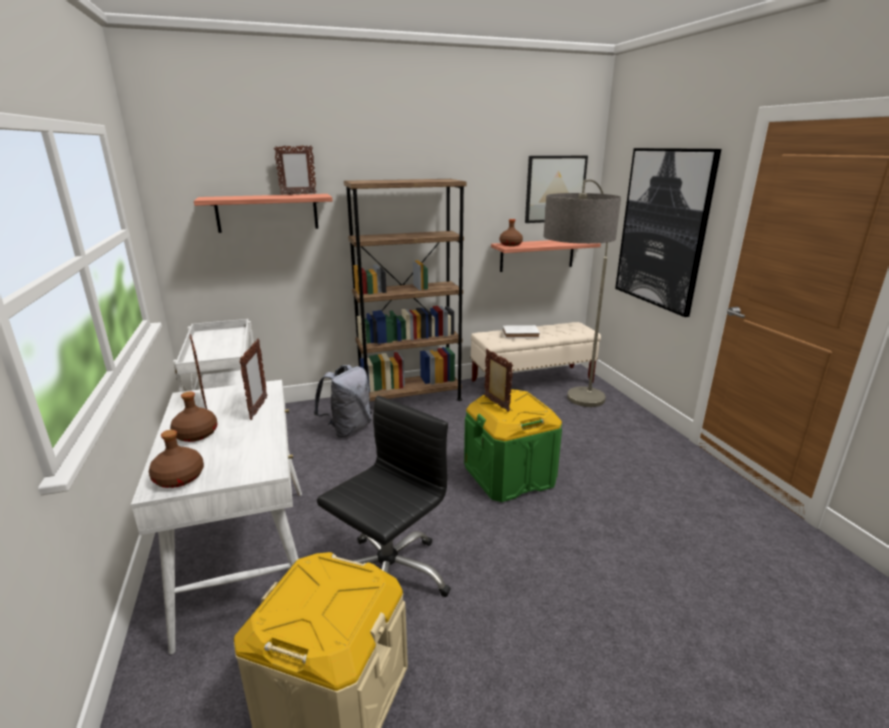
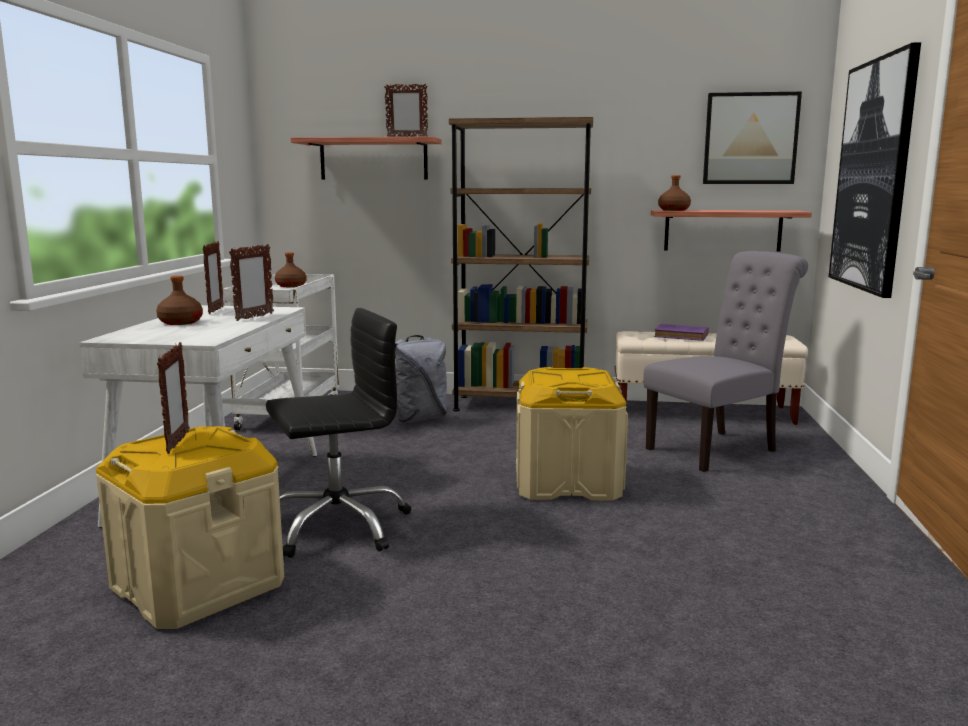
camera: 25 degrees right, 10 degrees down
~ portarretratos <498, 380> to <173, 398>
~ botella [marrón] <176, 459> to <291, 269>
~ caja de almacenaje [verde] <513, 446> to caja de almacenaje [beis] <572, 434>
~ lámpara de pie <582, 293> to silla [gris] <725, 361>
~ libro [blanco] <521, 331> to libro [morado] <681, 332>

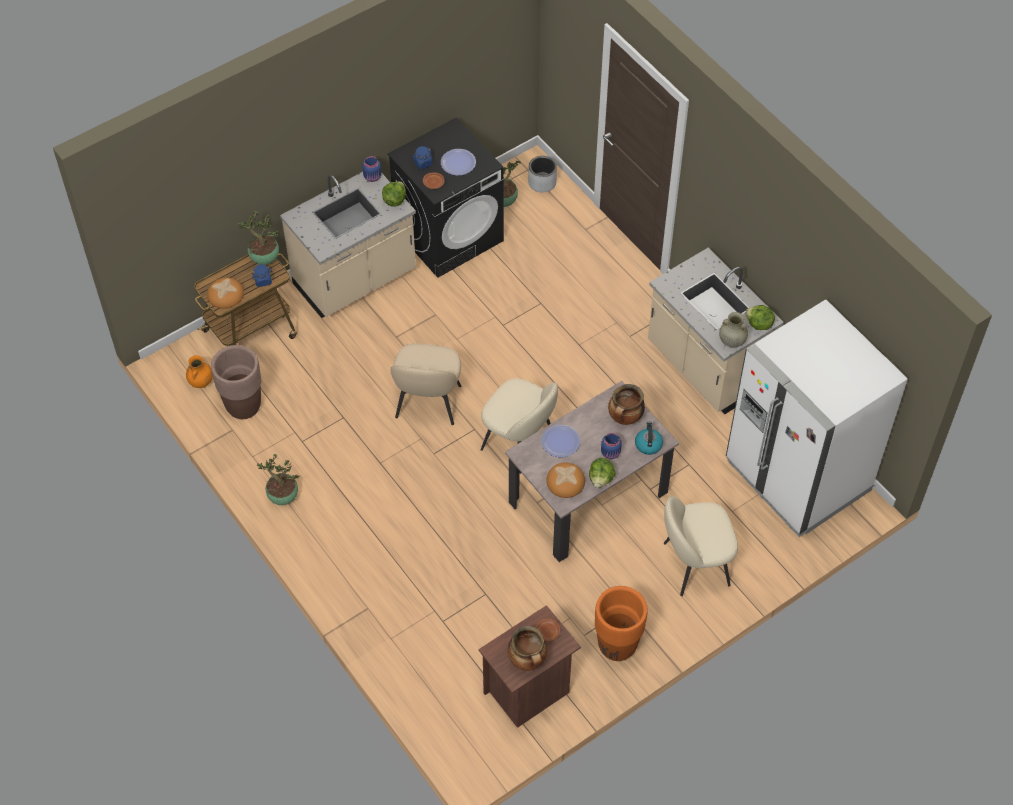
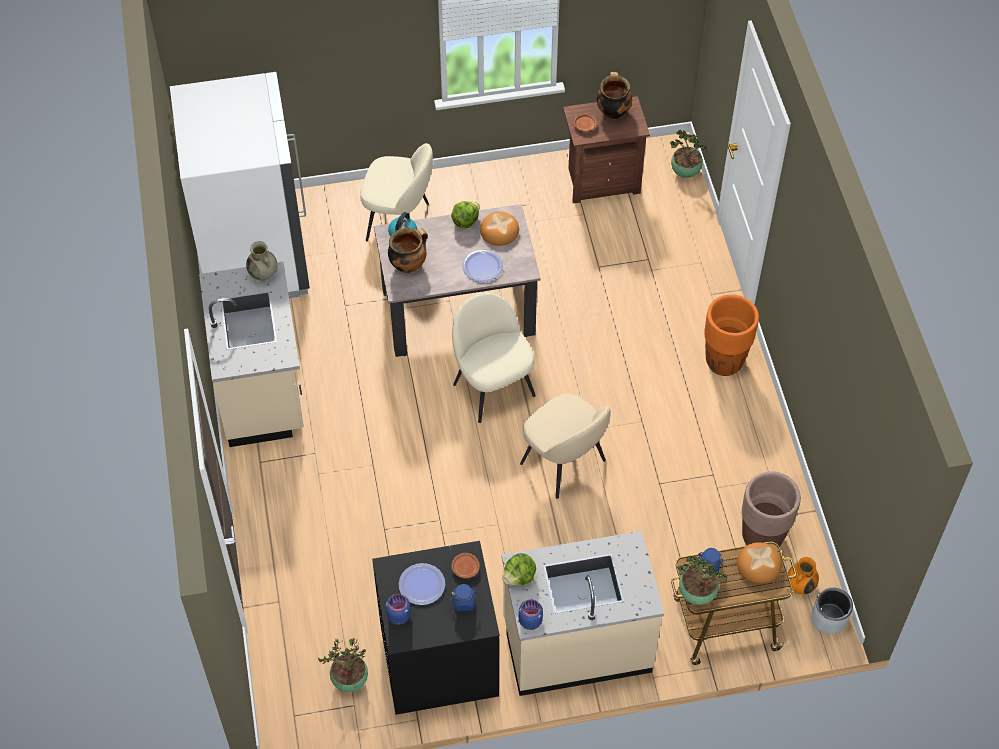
camera: 155 degrees left, 0 degrees up
~ tarro [azul] <611, 446> to <398, 609>
~ silla [beis] <426, 384> = <565, 446> 105 degrees clockwise
~ planta en maceta <278, 479> to <689, 154>
~ maceta [naranja] <621, 623> to <731, 335>
~ maceta [gris] <542, 174> to <832, 610>
- lechuga <760, 317>

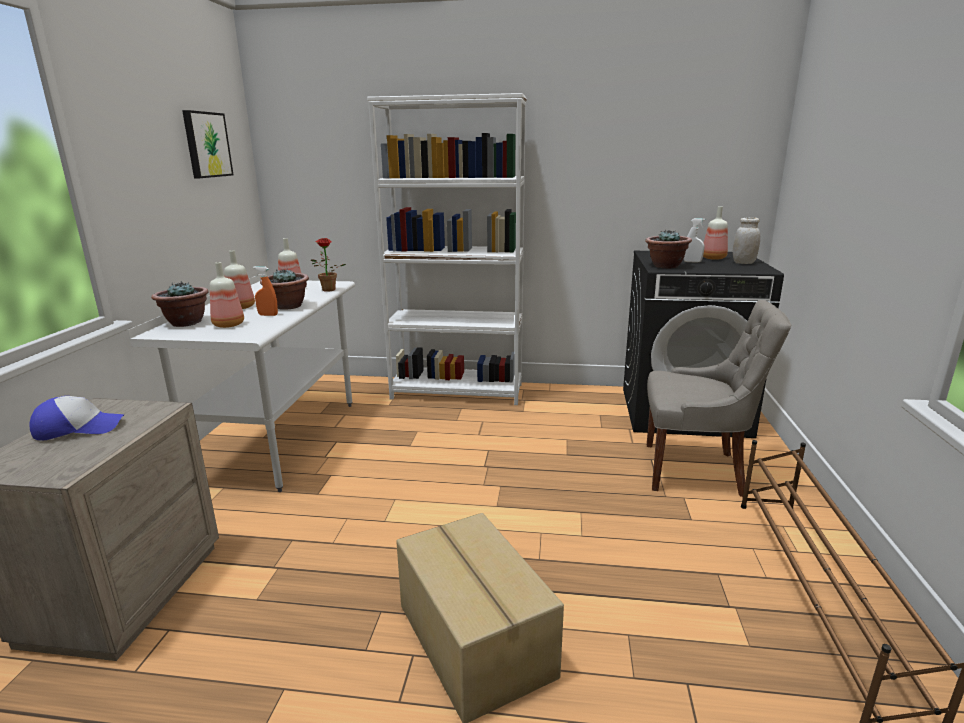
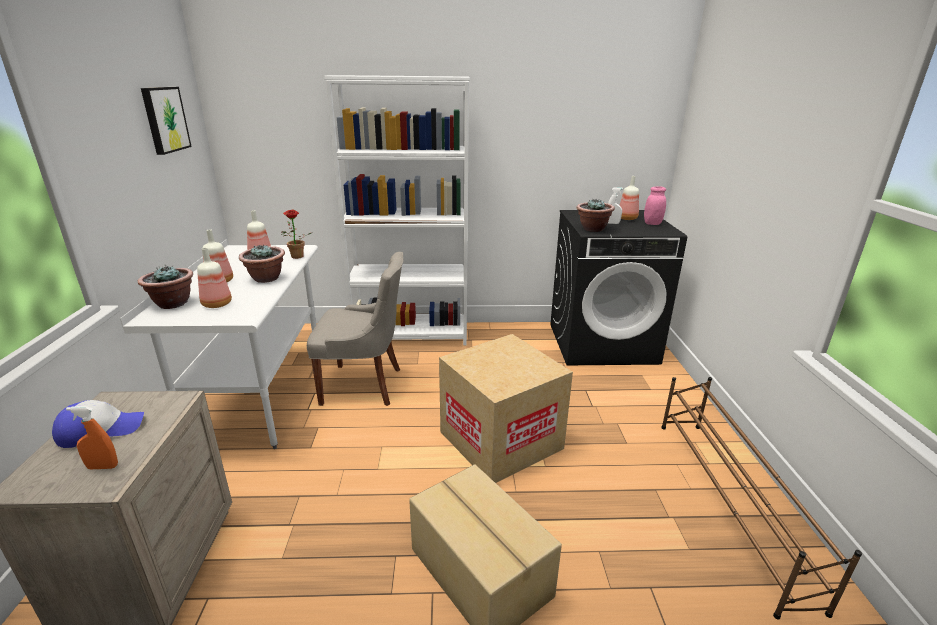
camera: 10 degrees left, 5 degrees up
~ pulverizador [naranja] <265, 291> to <92, 437>
~ silla [gris] <719, 398> to <355, 329>
+ caja de cartón <506, 408>
~ tarro [blanco] <746, 240> to tarro [rosa] <655, 205>

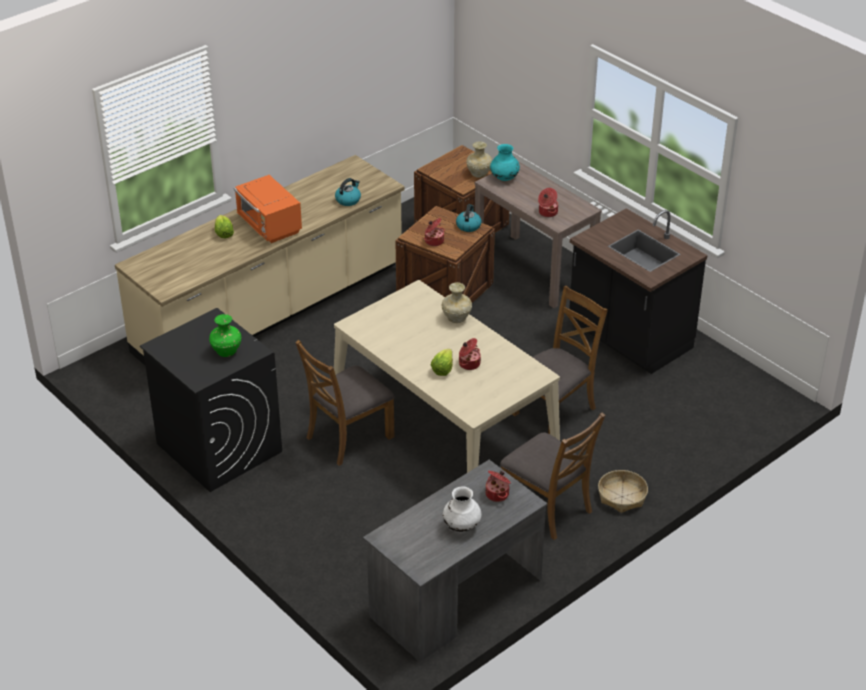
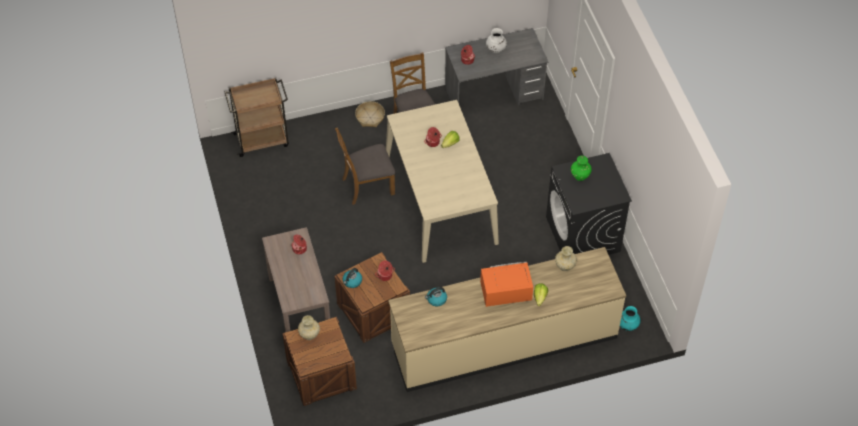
camera: 155 degrees left, 15 degrees up
+ carrito [marrón] <257, 117>
~ microondas [naranja] <268, 209> = <506, 284> 90 degrees counterclockwise
~ florero [beis] <457, 302> to <566, 258>
~ florero [turquesa] <505, 162> to <630, 318>
- silla [marrón] <345, 403>
- mueble bajo de cocina [negro] <638, 291>

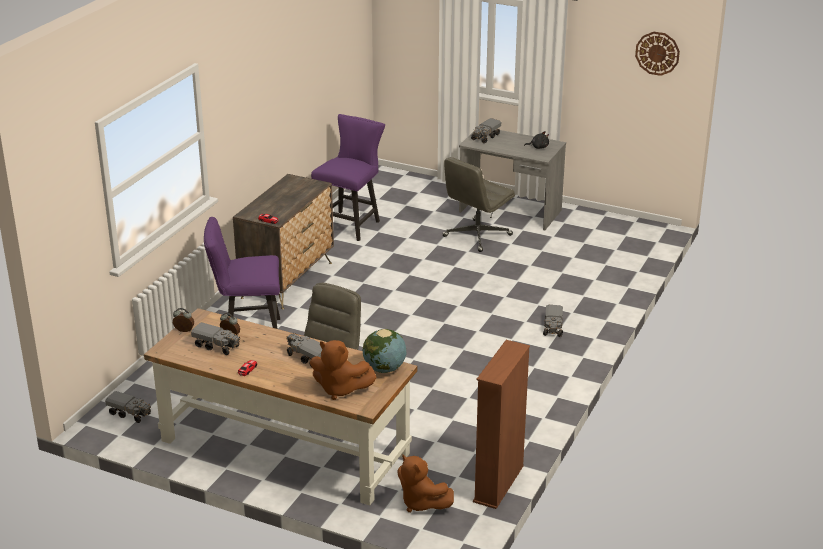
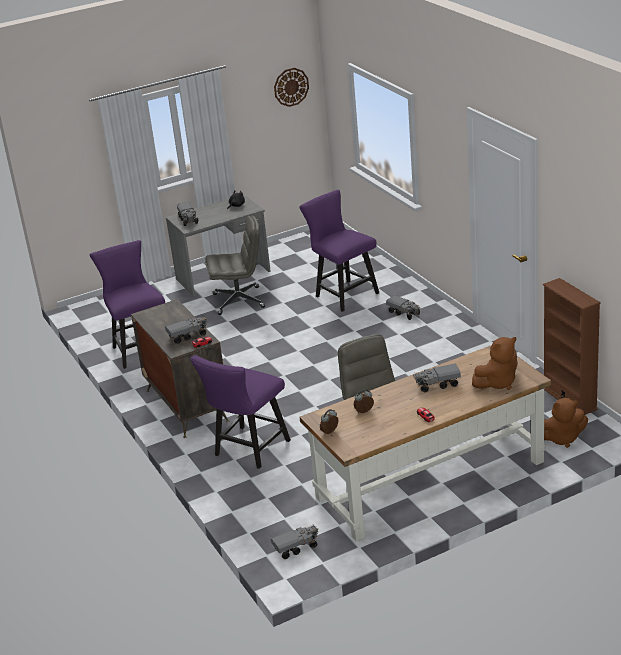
camera: 50 degrees left, 0 degrees up
~ camión de juguete <215, 338> to <186, 330>
~ silla de oficina [gris] <478, 204> = <235, 265> 90 degrees counterclockwise
+ silla [morado] <339, 251>
- globo terráqueo <384, 351>

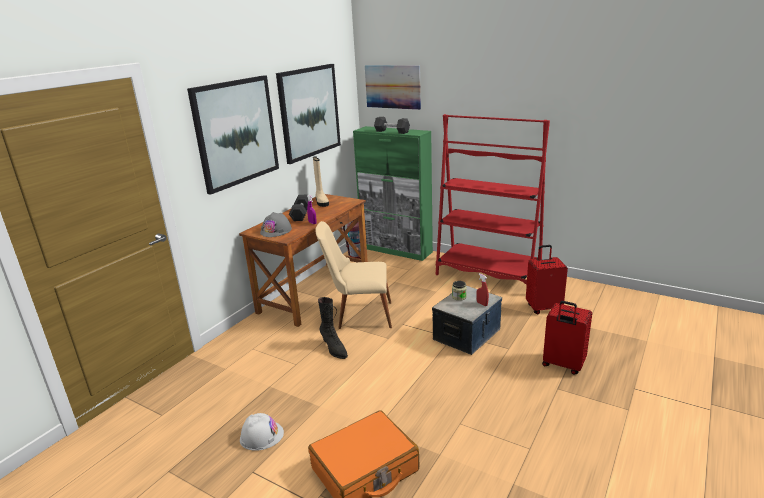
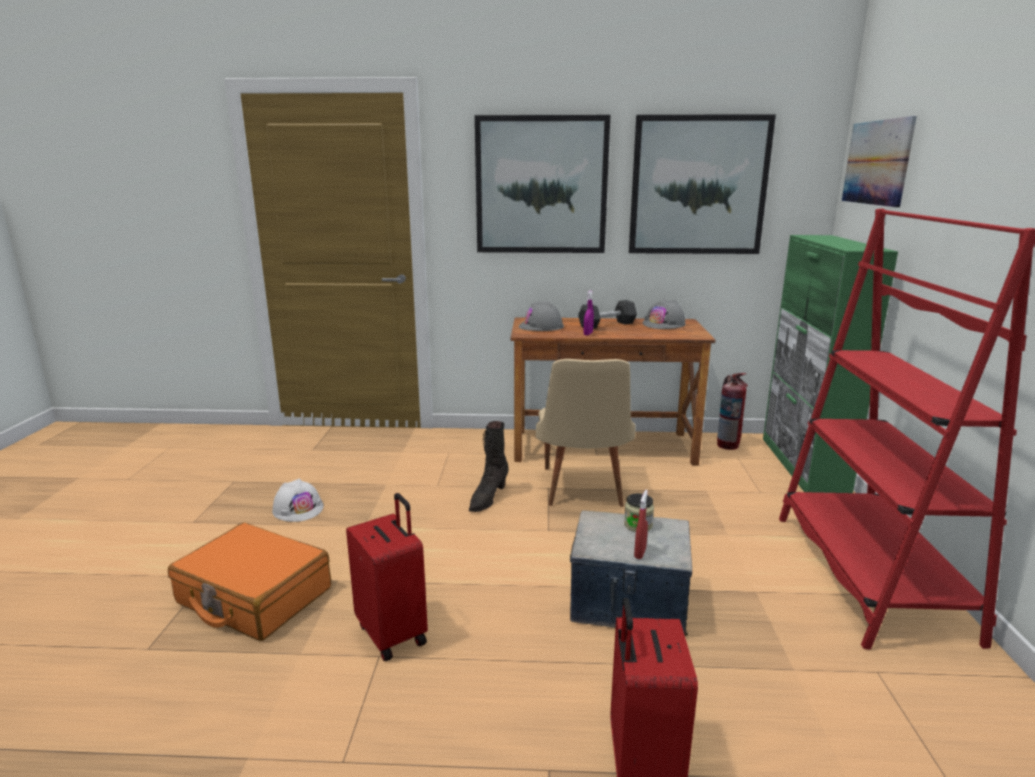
camera: 60 degrees right, 5 degrees down
~ maleta [rojo] <547, 279> to <387, 577>
~ silla [beis] <353, 275> = <586, 433> 150 degrees counterclockwise
~ bota [beis] <321, 181> to casco [gris] <664, 314>
- mancuerna [negro] <392, 125>

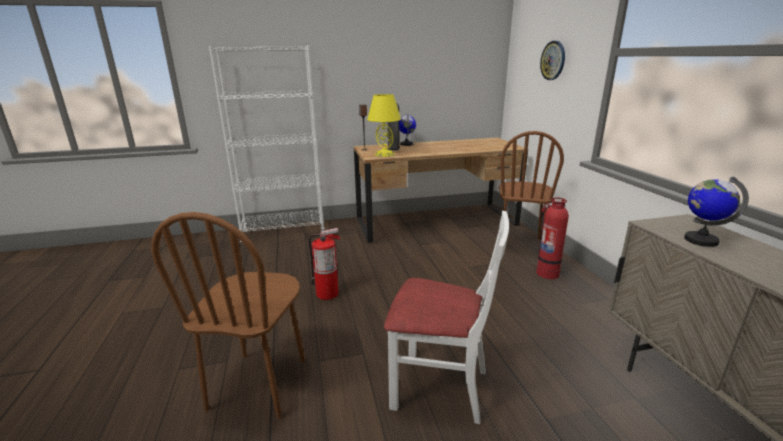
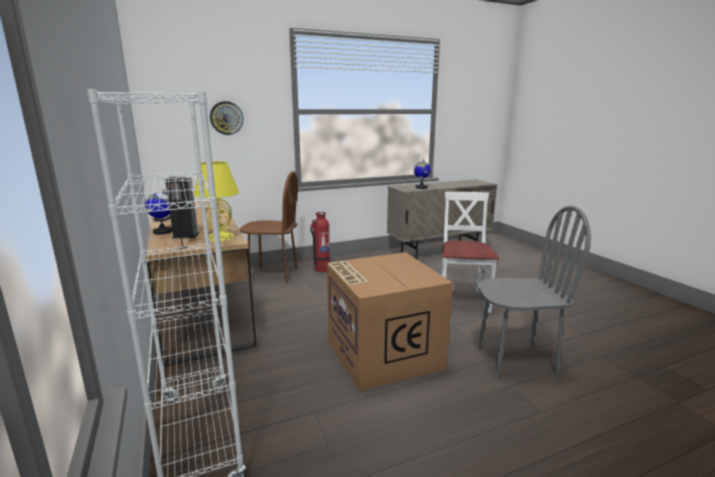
camera: 100 degrees left, 5 degrees down
~ extintor <325, 264> to caja de cartón <390, 322>
~ silla [marrón] <228, 315> to silla [gris] <534, 292>

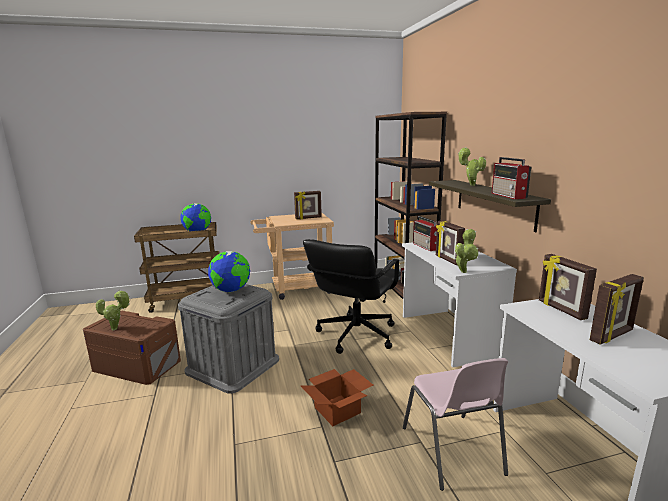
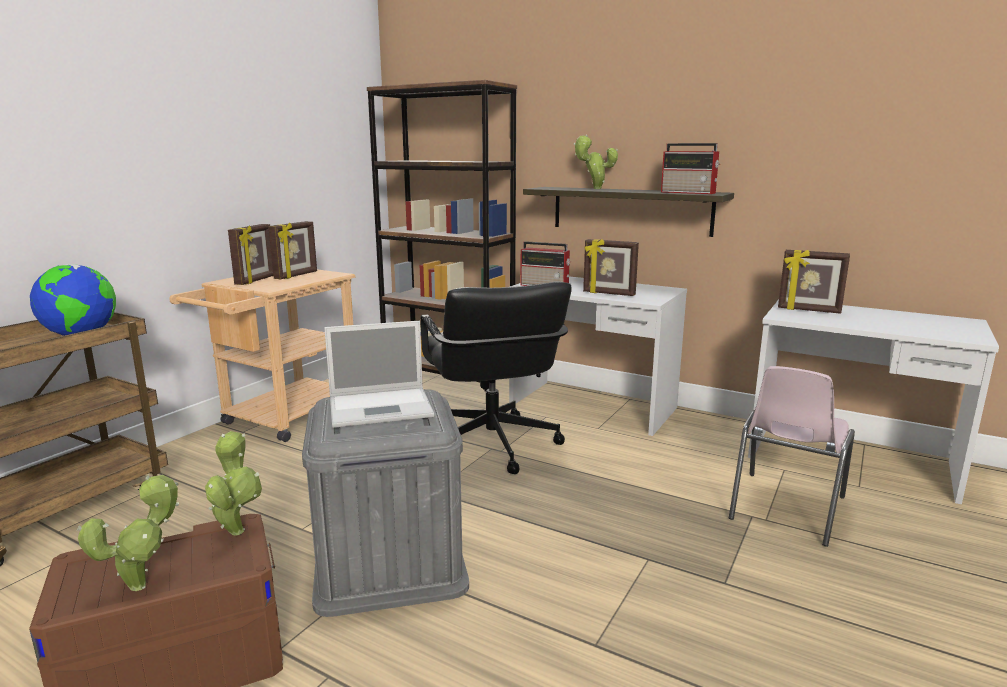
camera: 45 degrees left, 0 degrees up
~ planta en maceta <466, 251> to <233, 483>
~ portarretratos <617, 309> to <250, 254>
~ globo terráqueo <229, 271> to portátil <379, 374>
~ silla [rosa] <455, 424> = <792, 456> 90 degrees clockwise
- caja de cartón <337, 397>

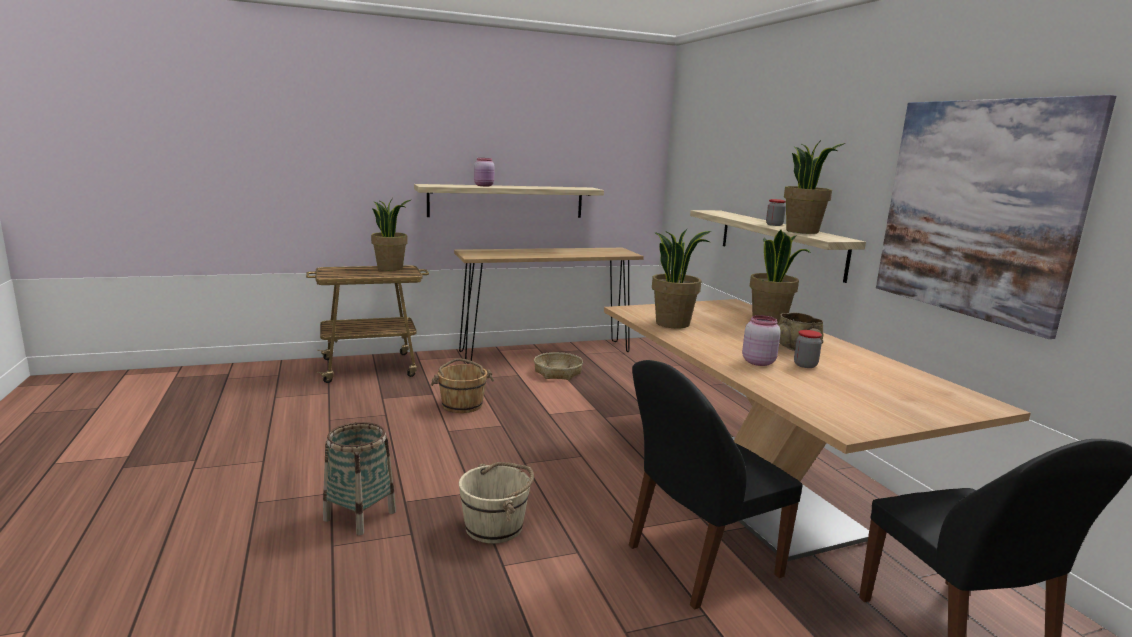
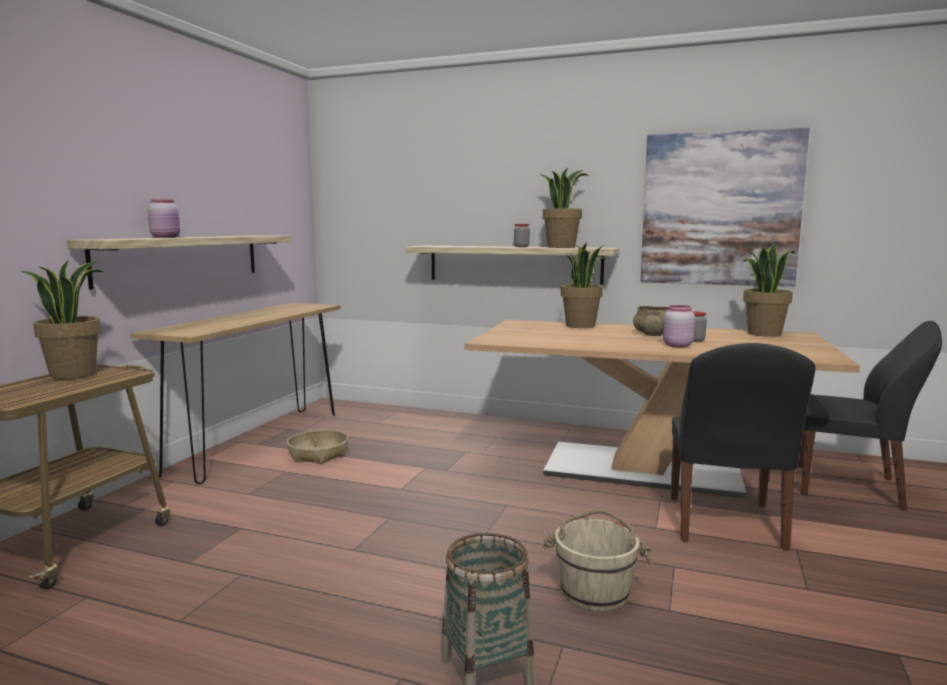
camera: 50 degrees left, 5 degrees down
~ planta en maceta <681, 278> to <769, 290>
- cubo [marrón] <462, 385>

